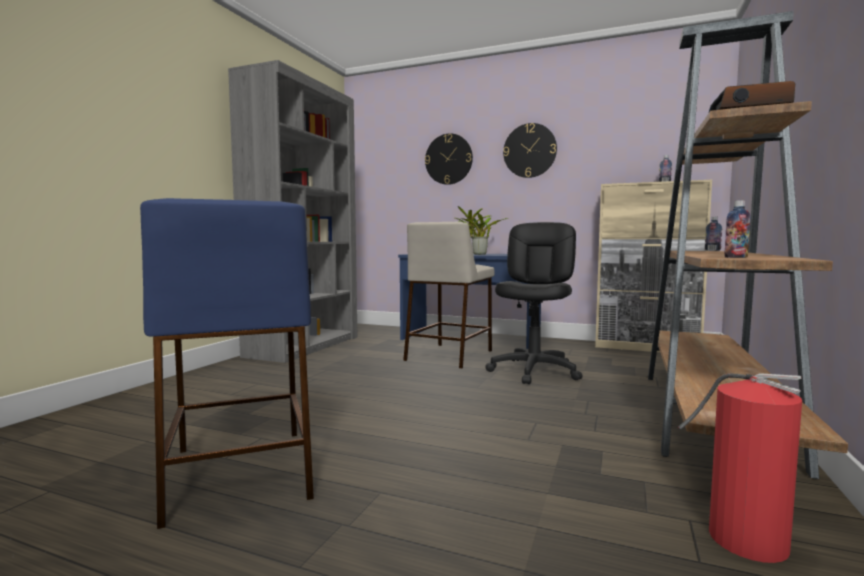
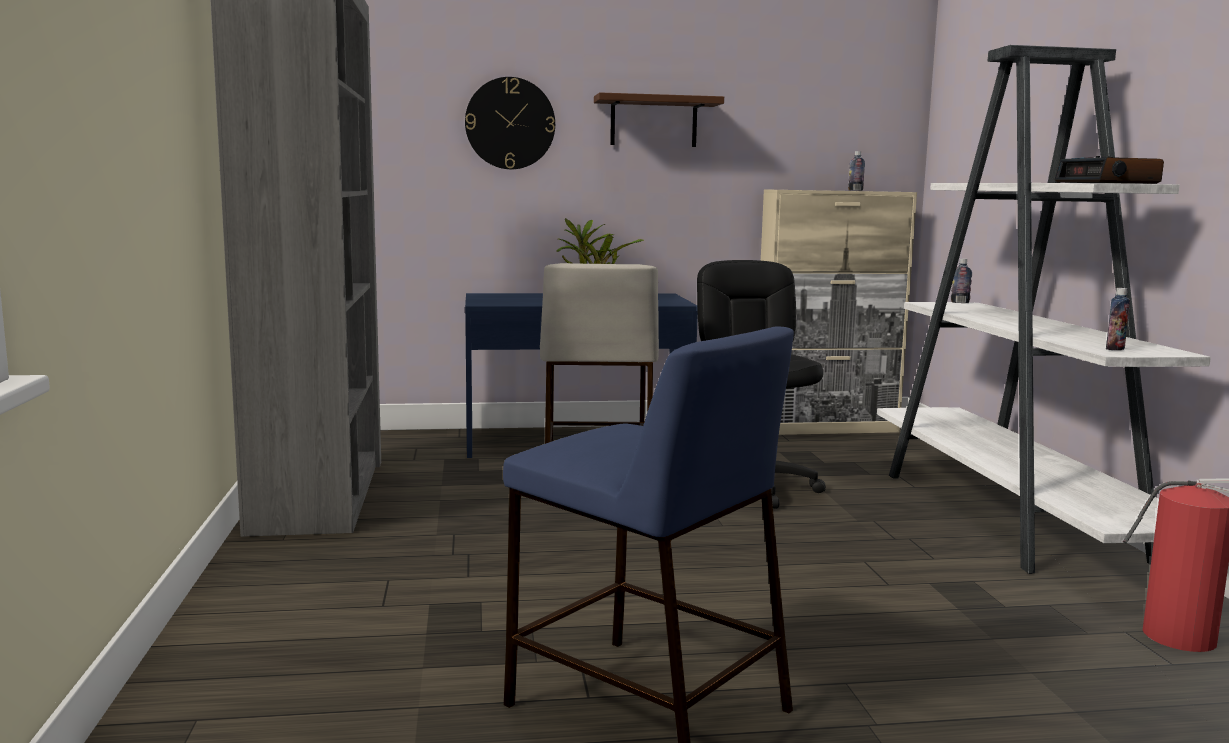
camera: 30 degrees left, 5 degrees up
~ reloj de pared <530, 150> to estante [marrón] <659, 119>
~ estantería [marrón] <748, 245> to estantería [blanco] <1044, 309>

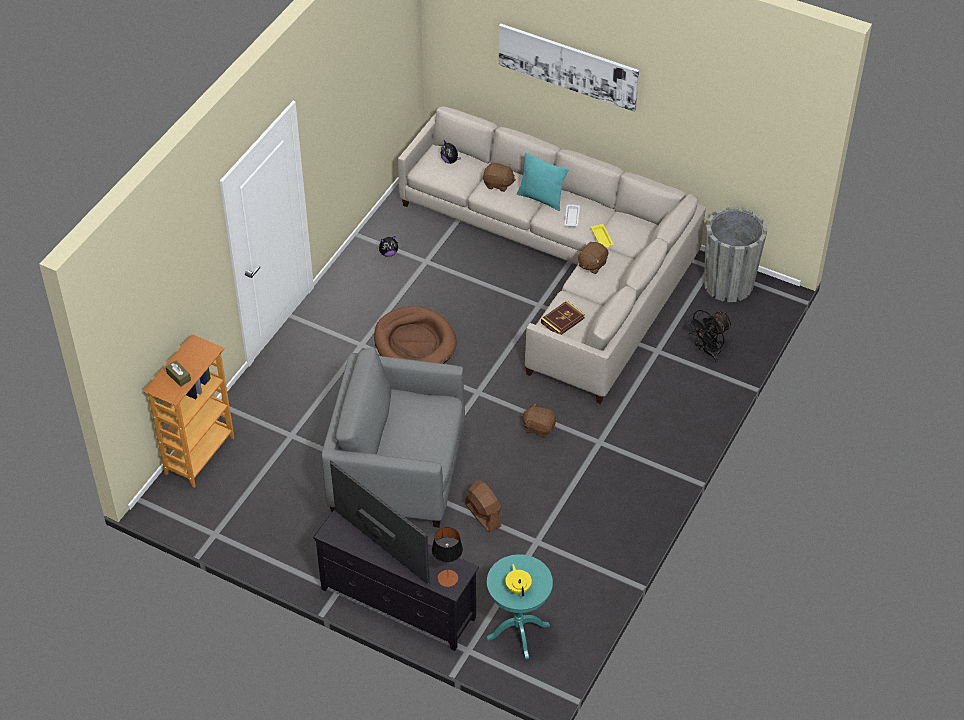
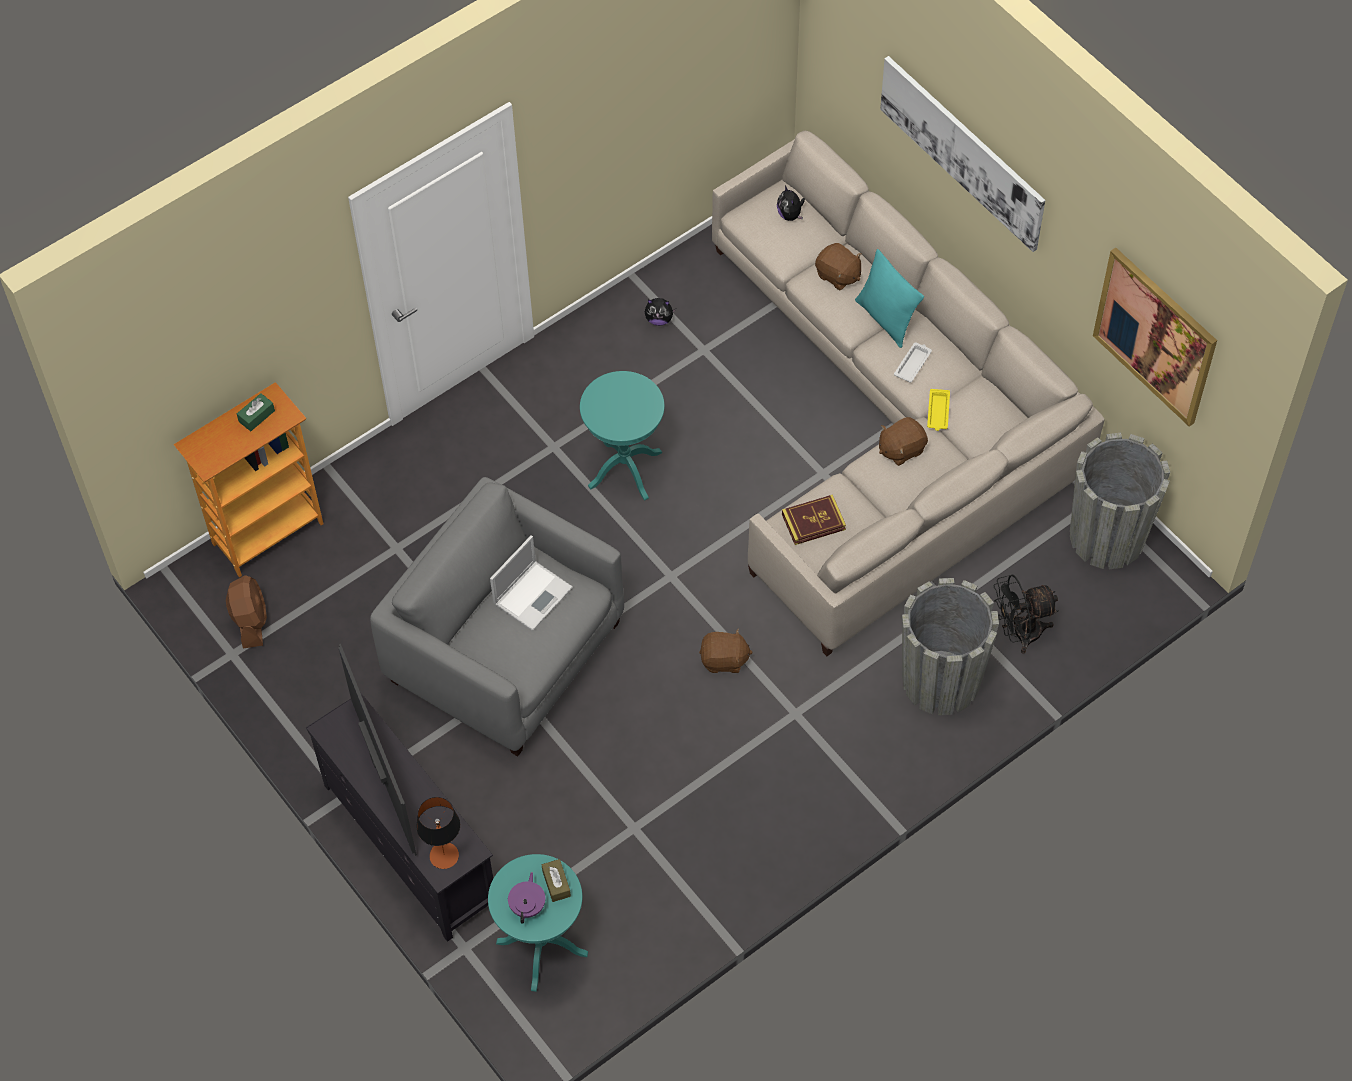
camera: 25 degrees right, 10 degrees up
~ ventilador [marrón] <483, 506> to <246, 612>
+ caja de pañuelos [verde] <256, 412>
+ portátil <531, 583>
~ tetera [amarillo] <518, 580> to tetera [morado] <526, 897>
~ caja de pañuelos [marrón] <178, 373> to <556, 880>
~ cama para perro [marrón] <415, 335> to mesa auxiliar [turquesa] <622, 436>
~ peluche [marrón] <538, 420> = <726, 650> 135 degrees clockwise
+ maceta [gris] <950, 646>
+ cuadro <1155, 337>

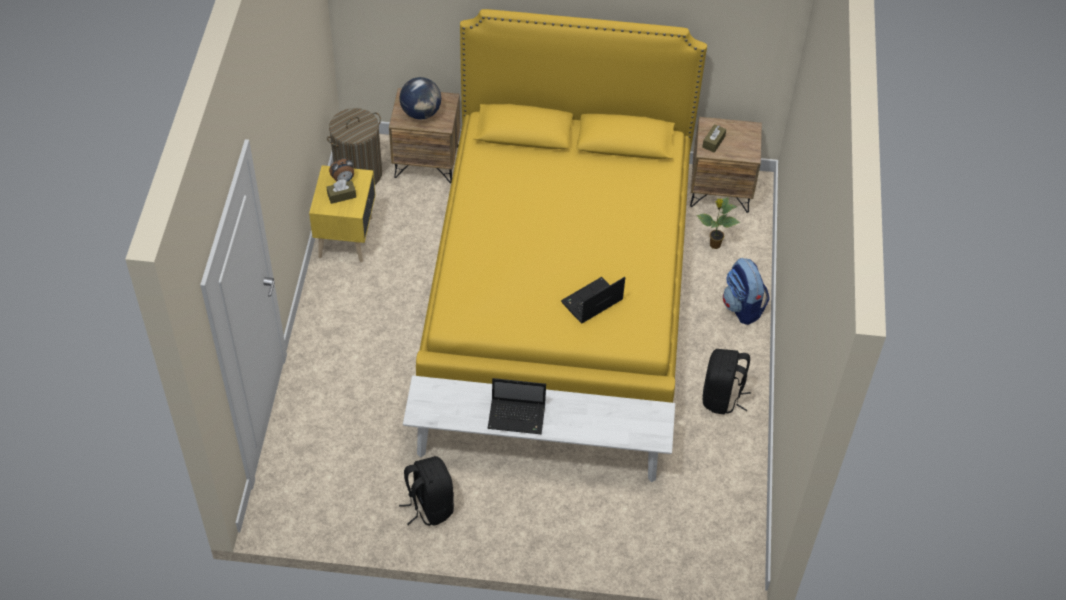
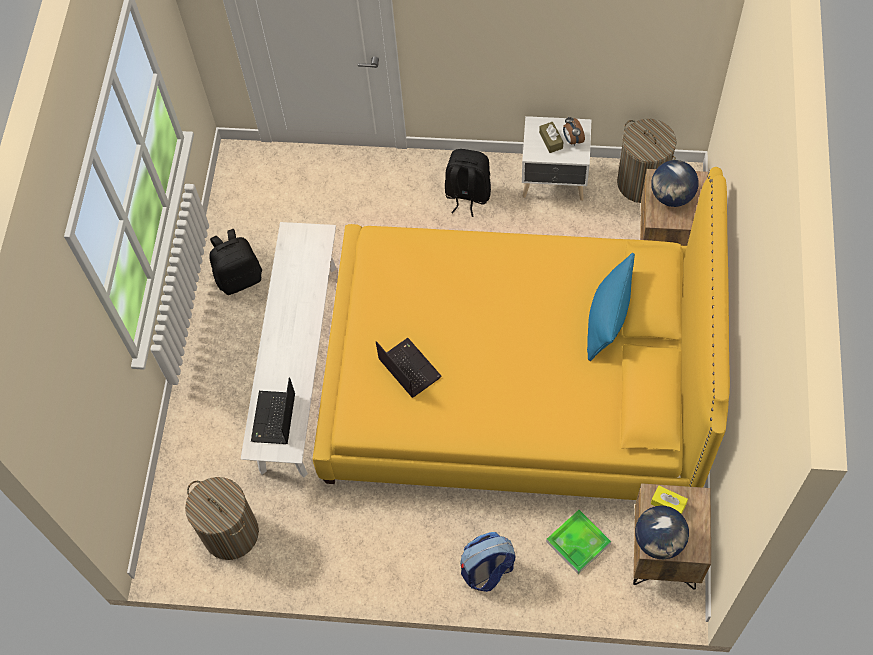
camera: 95 degrees right, 10 degrees up
+ cesto de la ropa <222, 518>
~ portátil <517, 406> to <273, 411>
~ mochila [negro] <727, 381> to <468, 183>
~ mesita de noche [amarillo] <342, 213> to mesita de noche [blanco] <557, 158>
~ planta en maceta <718, 223> to bandeja <578, 542>
+ cojín [azul] <611, 307>
+ globo terráqueo <662, 532>
~ caja de pañuelos [marrón] <714, 138> to caja de pañuelos [amarillo] <669, 500>

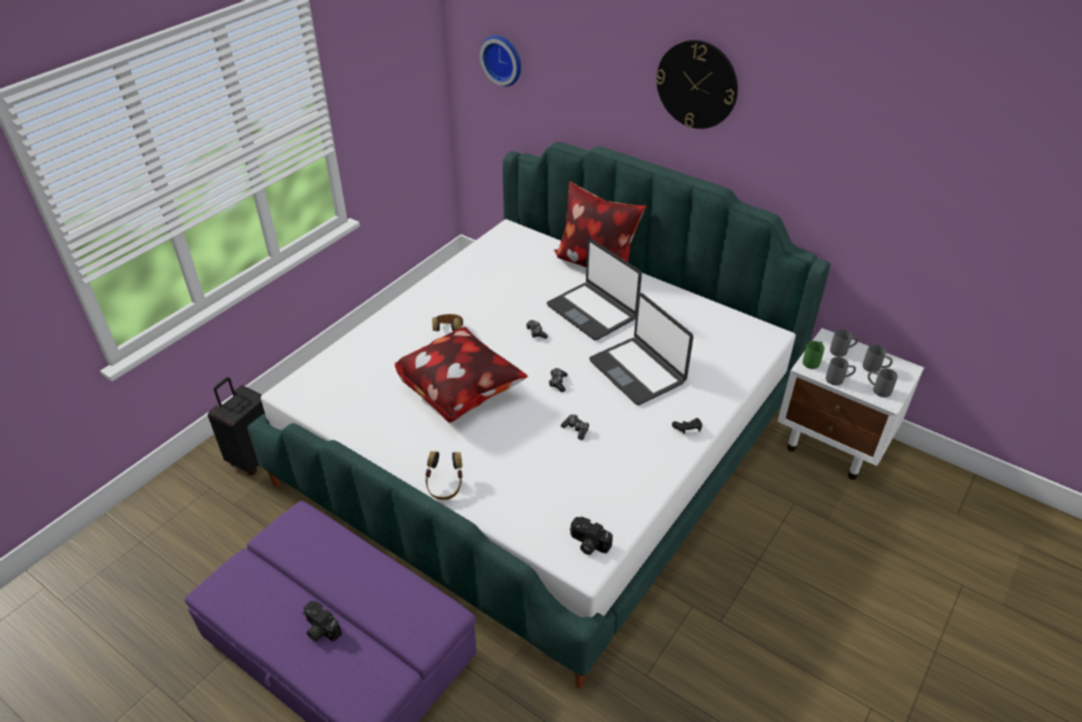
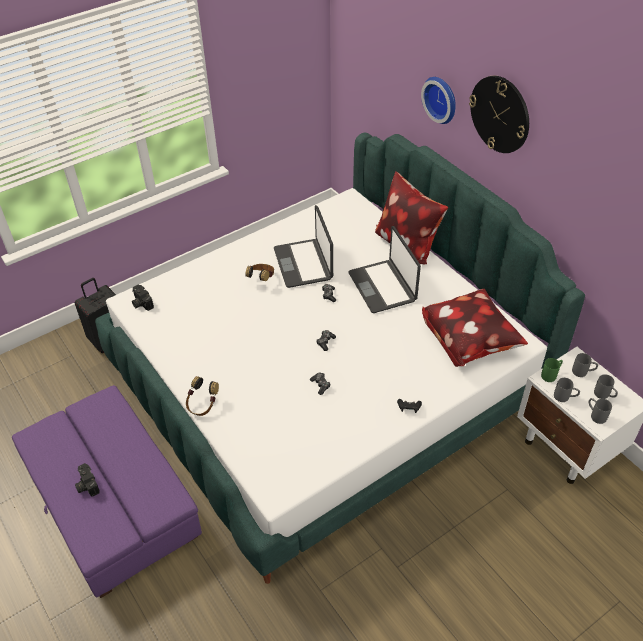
camera: 20 degrees right, 5 degrees up
~ cámara <591, 536> to <143, 298>
~ portátil <641, 349> to <303, 246>
~ reloj de pared <500, 60> to <438, 100>
~ cojín <461, 375> to <475, 328>

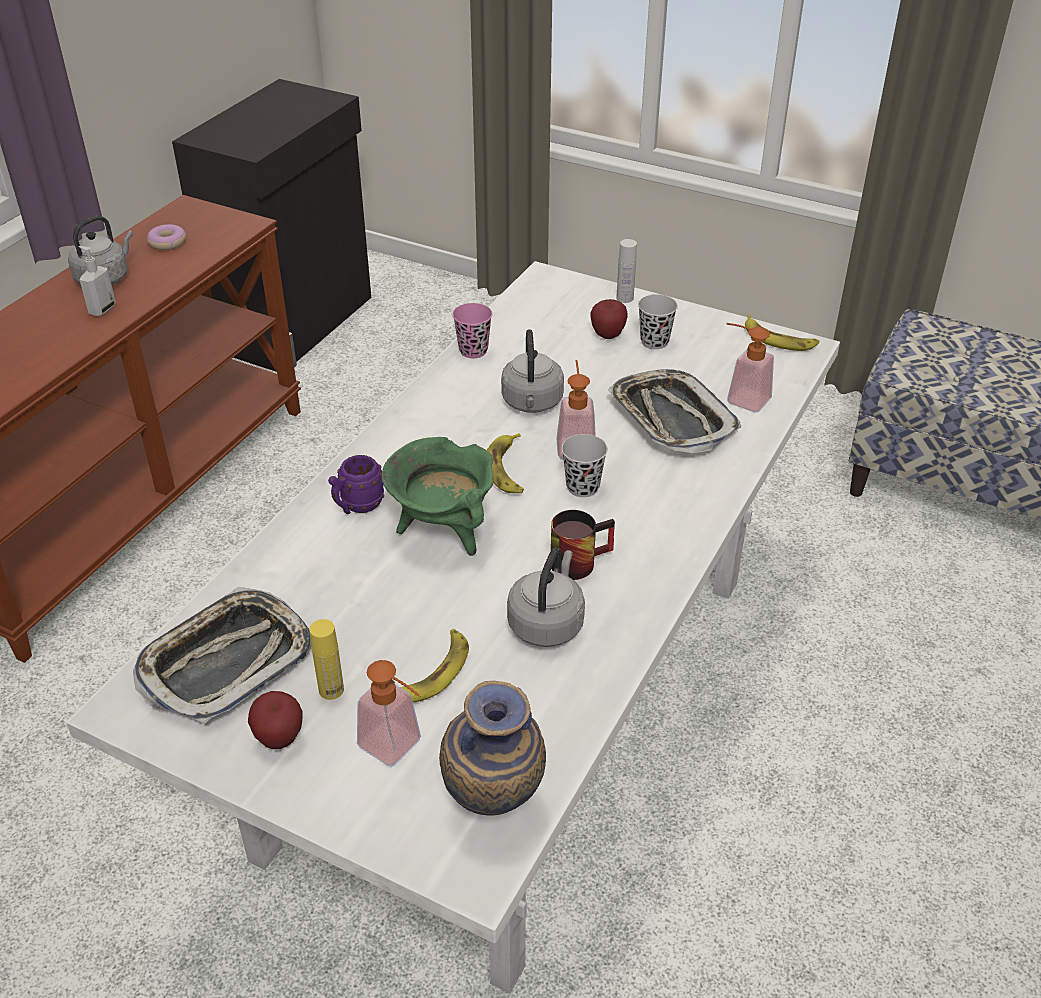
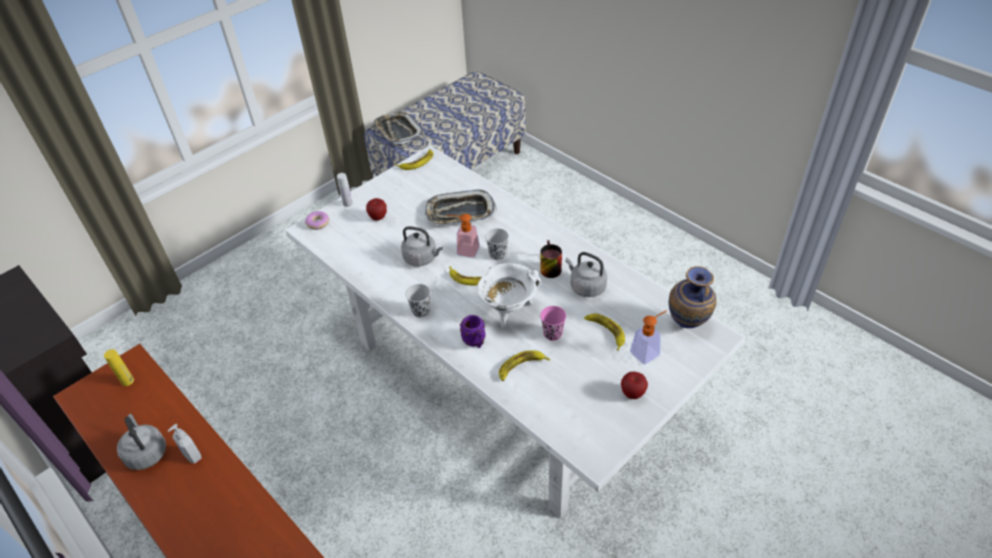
camera: 70 degrees left, 5 degrees up
~ botella [amarillo] <326, 659> to <119, 367>
~ rosquilla <166, 237> to <317, 220>
~ bandeja <222, 655> to <398, 128>
~ taza [negro] <658, 321> to <418, 301>
~ olla [verde] <437, 496> to olla [blanco] <509, 296>
+ plátano <524, 366>
~ taza [rosa] <472, 330> to <553, 323>
- dispensador de jabón <750, 368>

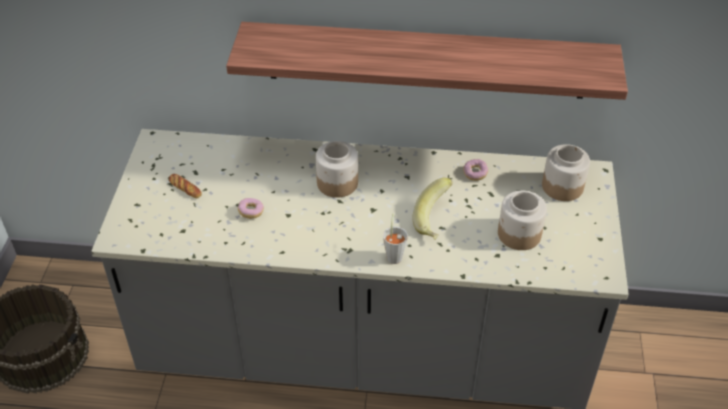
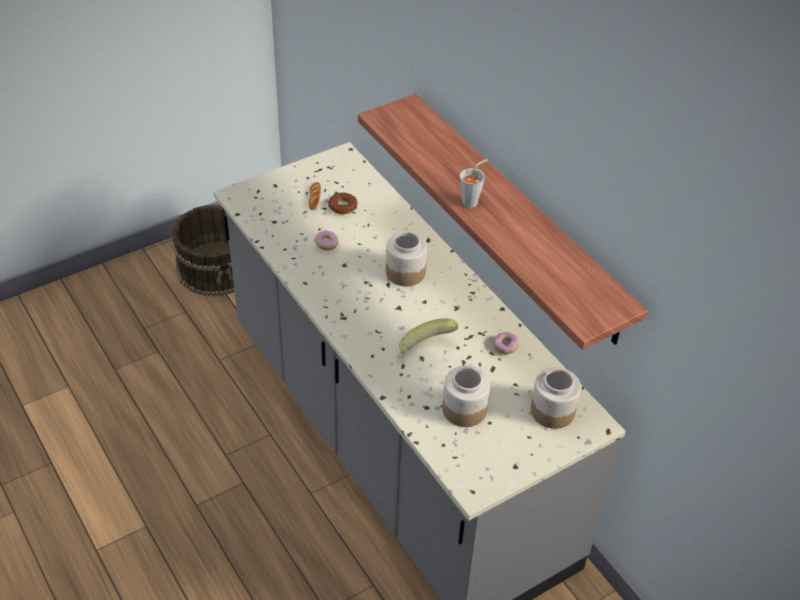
camera: 50 degrees right, 0 degrees up
+ rosquilla <342, 203>
~ taza [gris] <395, 239> to <474, 183>

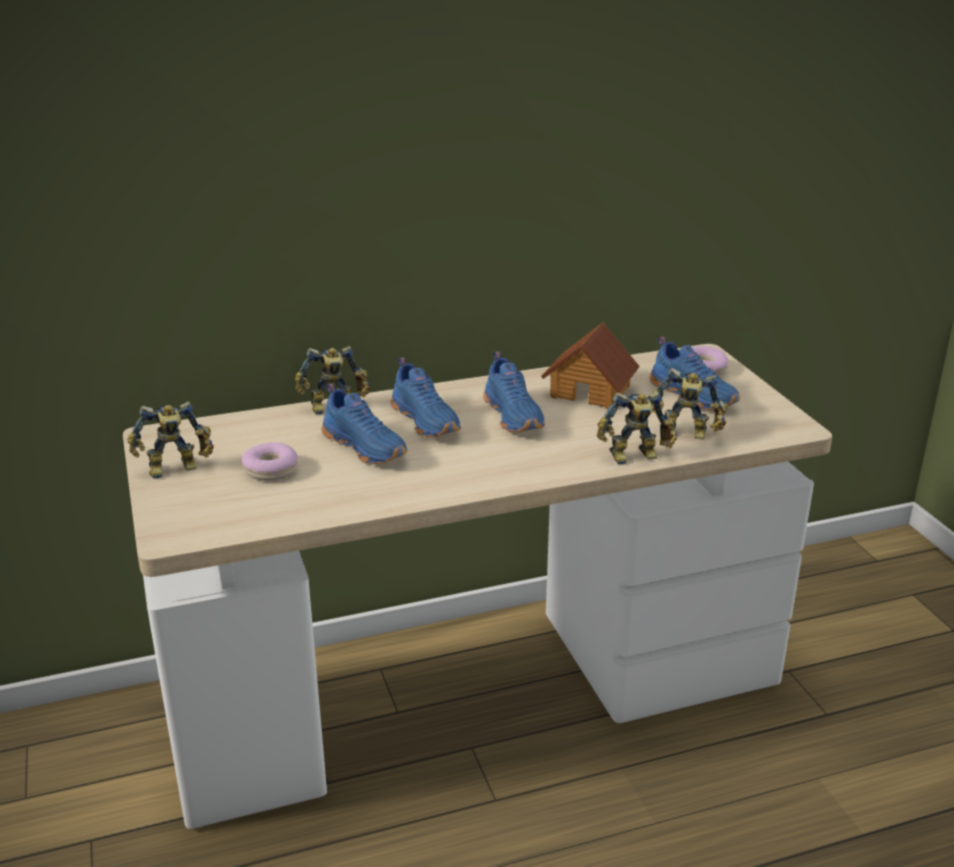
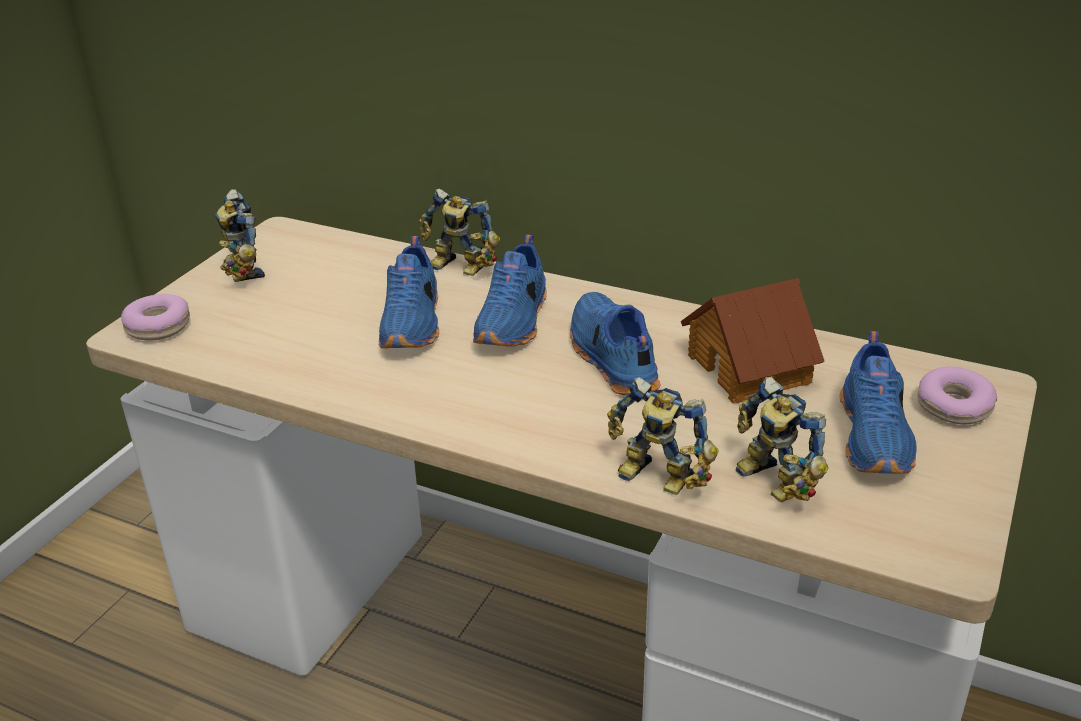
camera: 45 degrees right, 5 degrees up
~ rosquilla <269, 461> to <155, 317>
~ robot de juguete <171, 440> = <240, 235> 45 degrees clockwise
~ zapato [azul] <514, 392> = <615, 343> 135 degrees clockwise

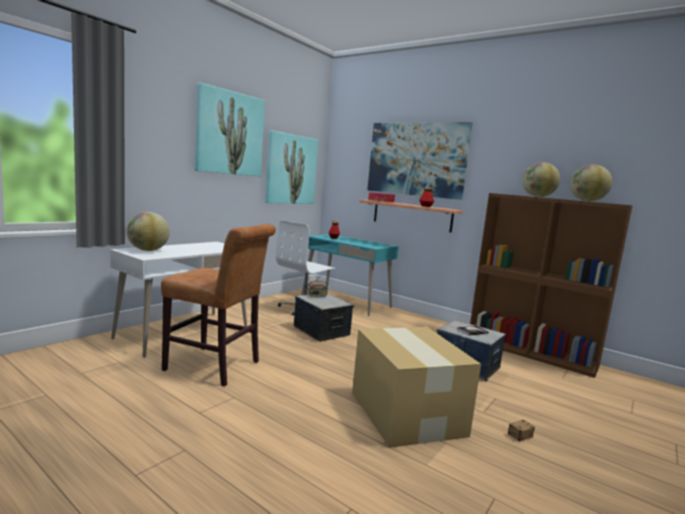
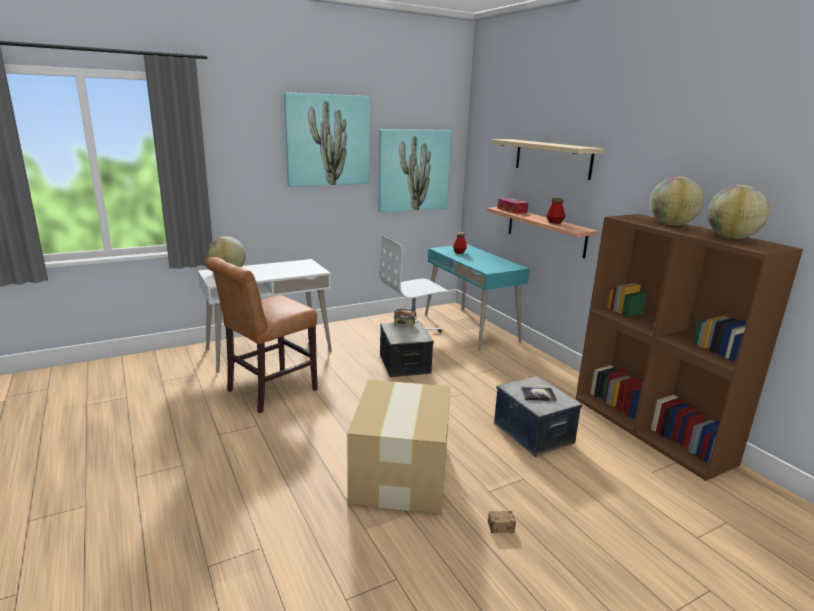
camera: 25 degrees right, 10 degrees up
~ silla [marrón] <218, 305> = <261, 335> 90 degrees clockwise
~ cuadro <419, 161> to estante [beis] <547, 159>

